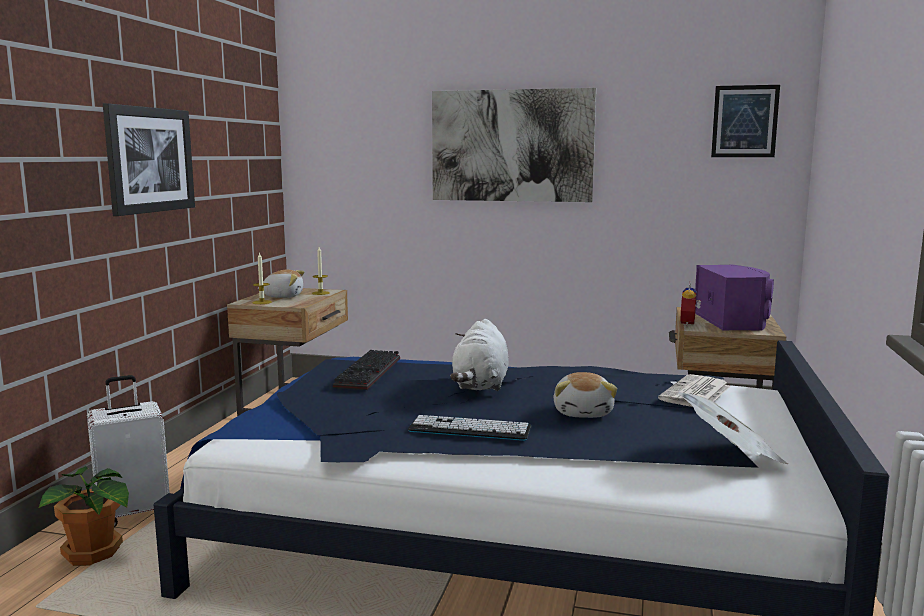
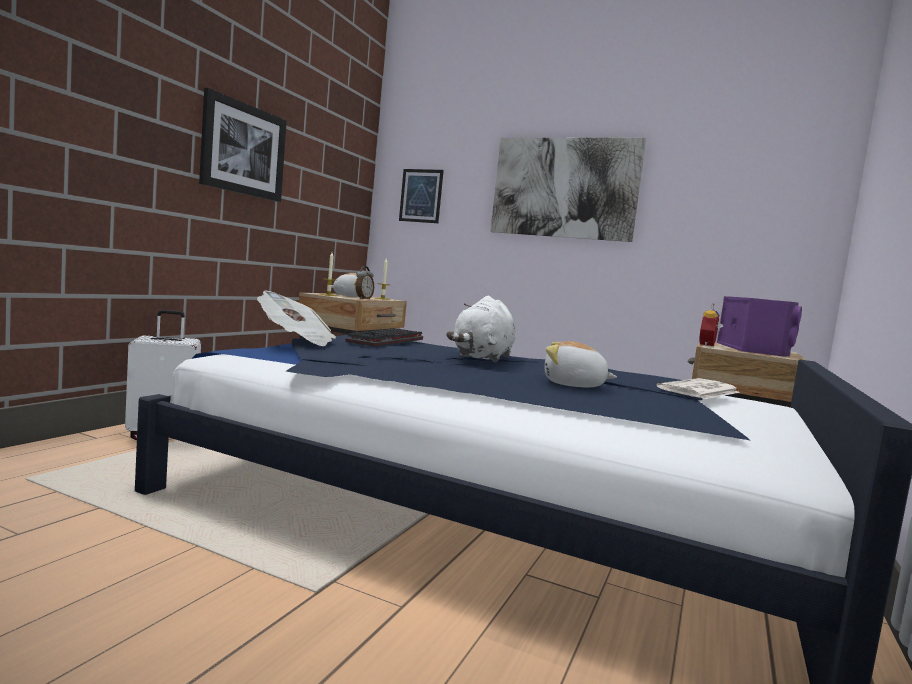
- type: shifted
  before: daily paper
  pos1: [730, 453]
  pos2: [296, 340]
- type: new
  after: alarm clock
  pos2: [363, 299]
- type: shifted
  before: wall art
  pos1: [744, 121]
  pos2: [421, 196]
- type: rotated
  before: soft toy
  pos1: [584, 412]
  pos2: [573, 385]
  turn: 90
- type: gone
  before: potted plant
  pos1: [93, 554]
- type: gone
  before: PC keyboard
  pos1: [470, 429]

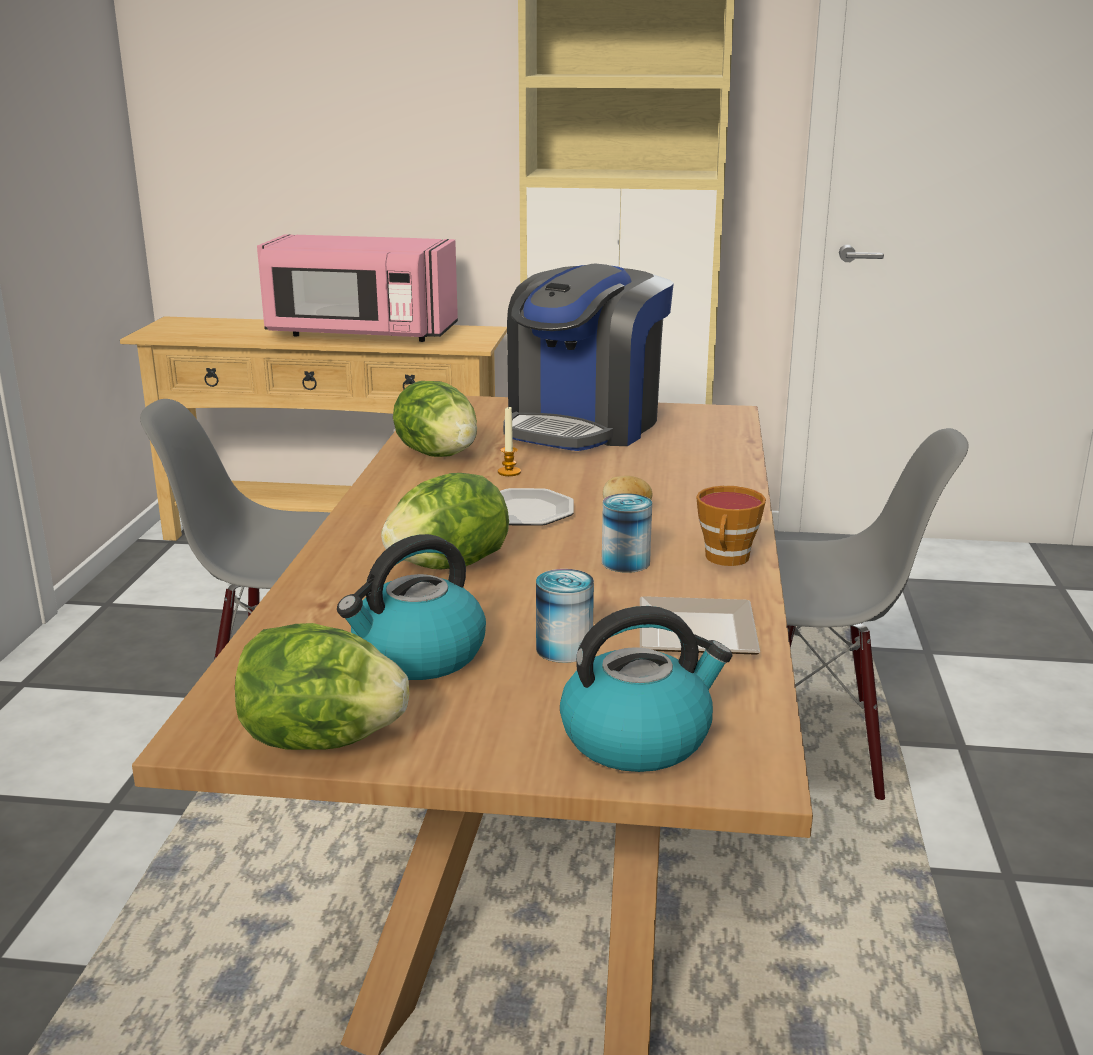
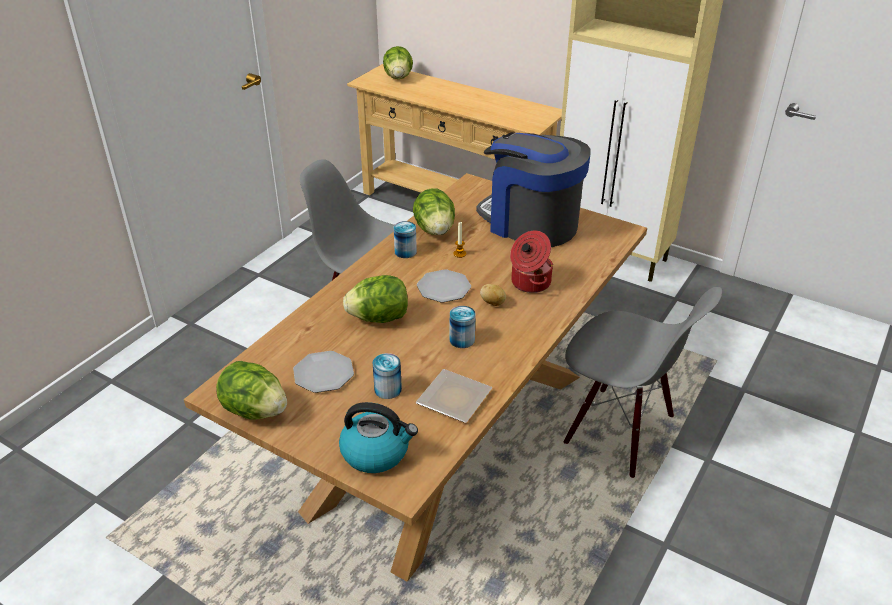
- type: swapped
  before: tea kettle
  after: plate
  pos1: [417, 656]
  pos2: [324, 374]
- type: new
  after: lettuce
  pos2: [398, 77]
- type: new
  after: metal can
  pos2: [405, 252]
- type: rotated
  before: coffee maker
  pos1: [584, 425]
  pos2: [530, 223]
  turn: 75
- type: new
  after: stockpot
  pos2: [529, 282]
- type: gone
  before: pink-coloured kitchen microwave
  pos1: [359, 334]
- type: gone
  before: drinking cup
  pos1: [727, 559]

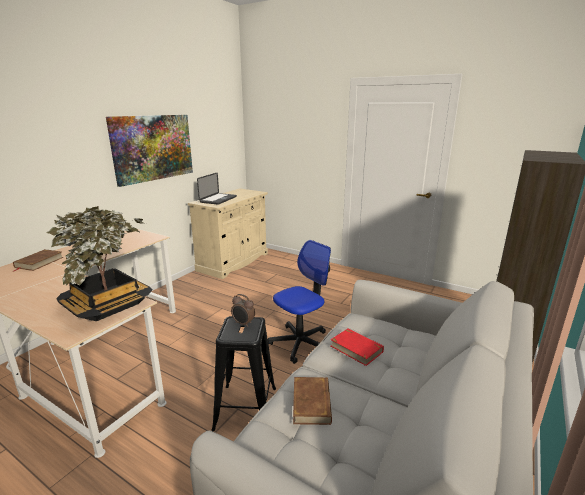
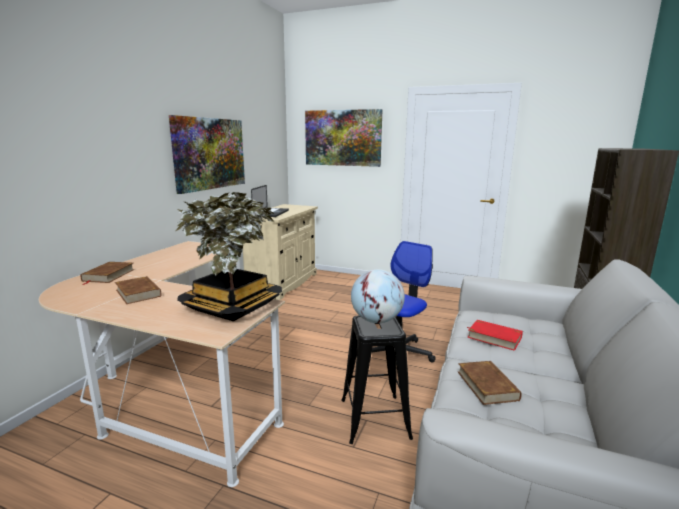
- type: new
  after: brown-coloured bound book
  pos2: [138, 293]
- type: new
  after: wall art
  pos2: [342, 138]
- type: swapped
  before: alarm clock
  after: world globe
  pos1: [243, 324]
  pos2: [376, 320]

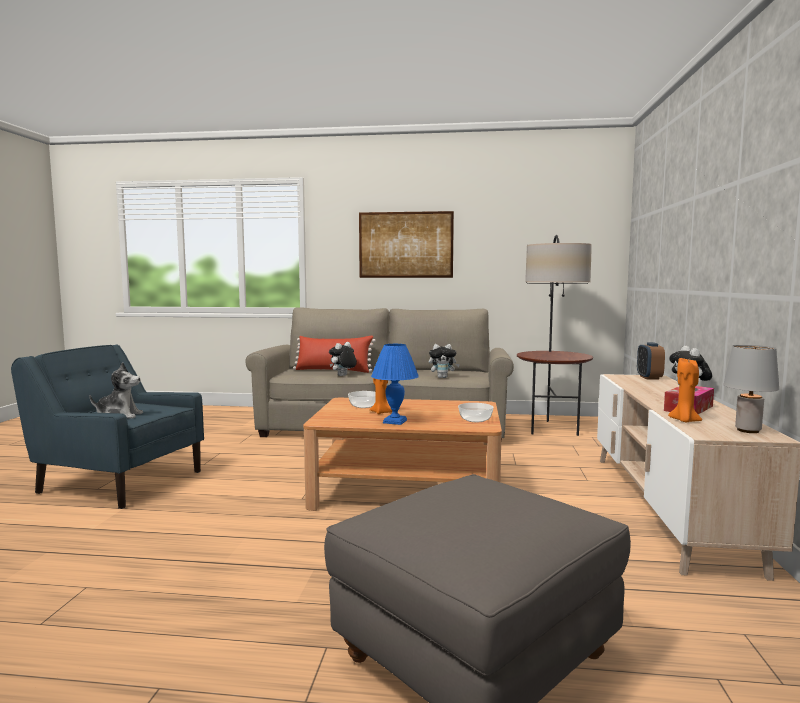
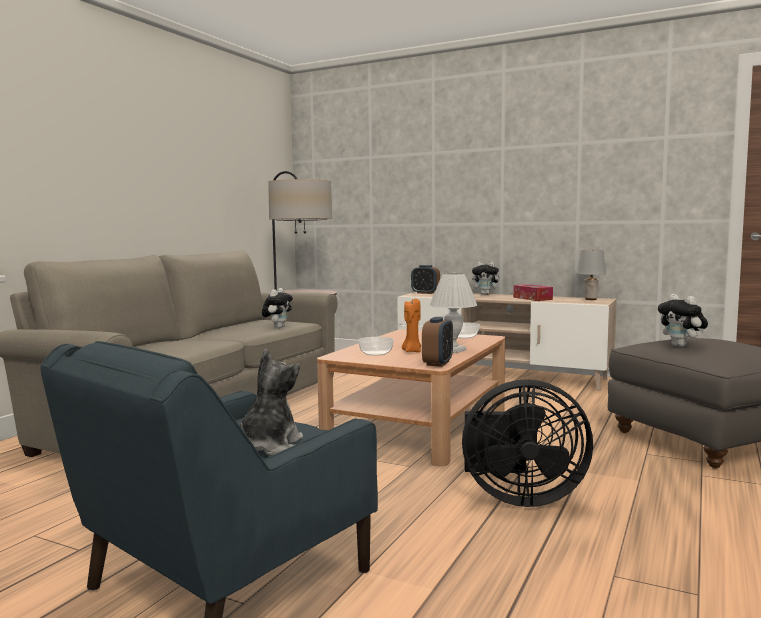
- type: new
  after: alarm clock
  pos2: [438, 363]
- type: repainted
  before: blue lamp for a table
  after: white-coloured lamp for a table
  pos1: [394, 421]
  pos2: [453, 350]
- type: new
  after: blackish cooling fan
  pos2: [518, 497]
- type: shifted
  before: soft toy
  pos1: [343, 376]
  pos2: [681, 346]
- type: gone
  before: reddish cushion
  pos1: [333, 370]
- type: gone
  before: wall art
  pos1: [405, 245]
- type: gone
  before: orange candle
  pos1: [684, 421]

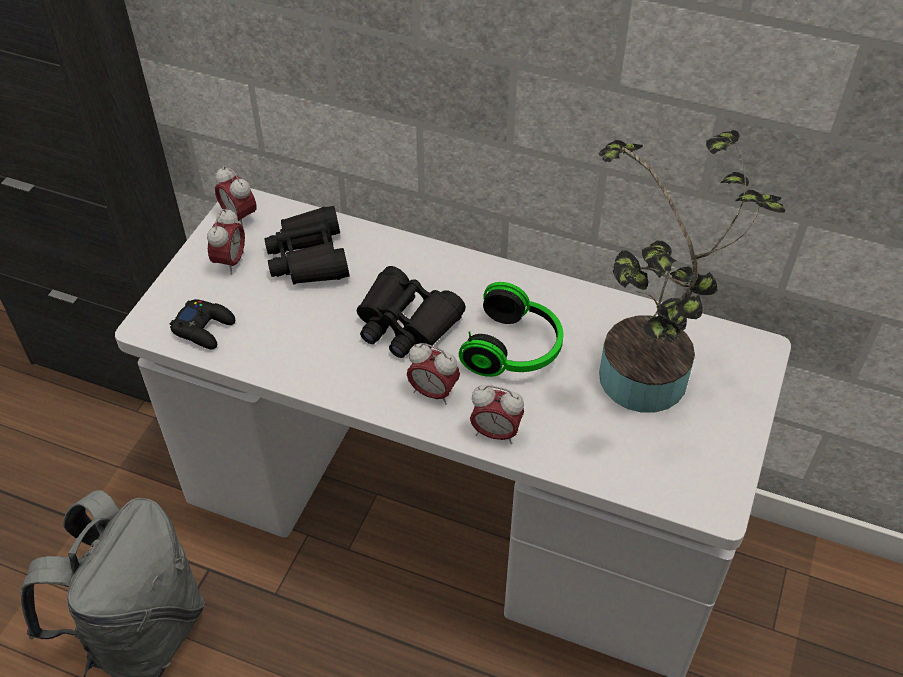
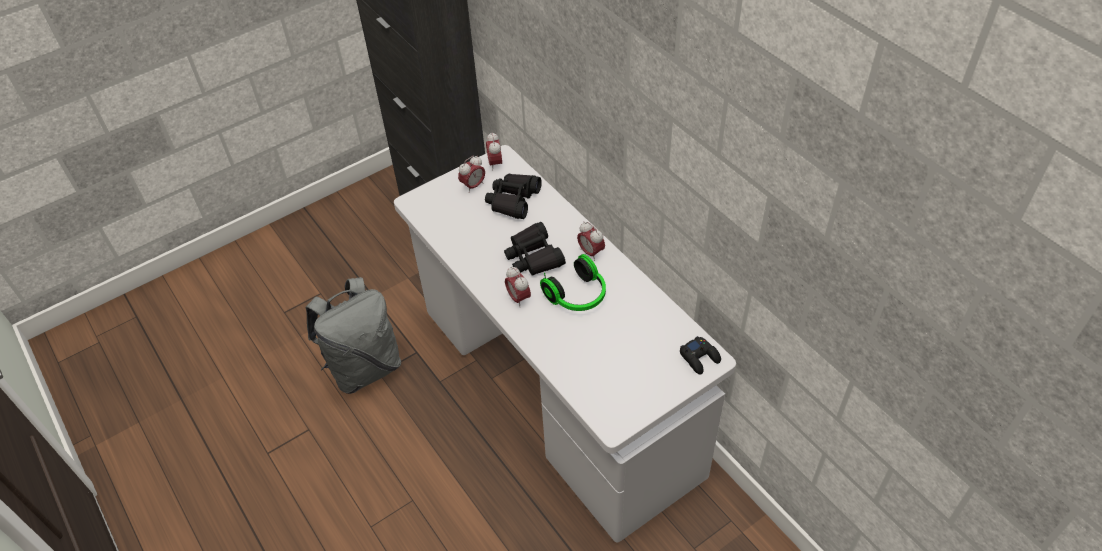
- type: shifted
  before: alarm clock
  pos1: [495, 433]
  pos2: [591, 252]
- type: shifted
  before: blackish gamepad
  pos1: [204, 328]
  pos2: [700, 358]
- type: gone
  before: potted plant
  pos1: [642, 386]

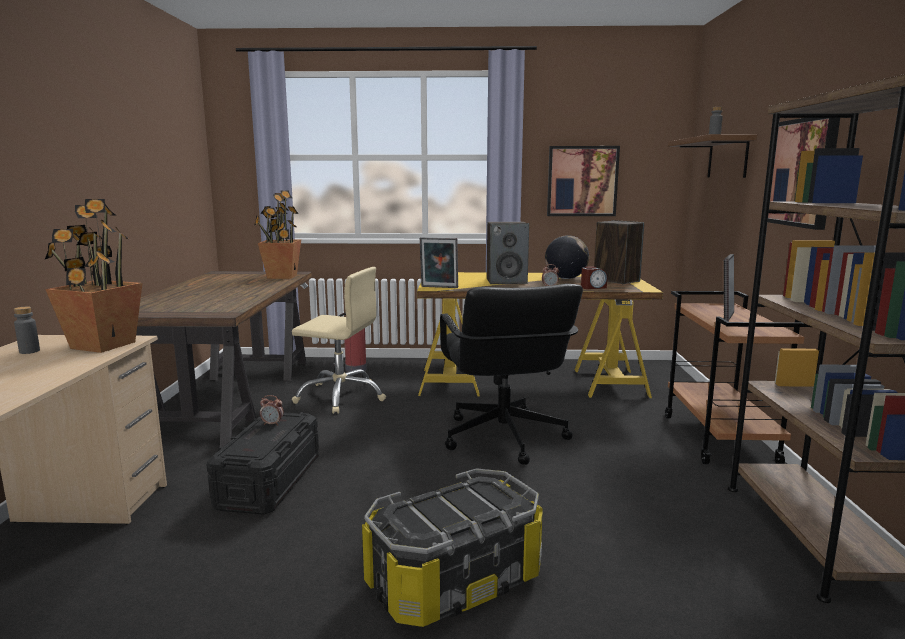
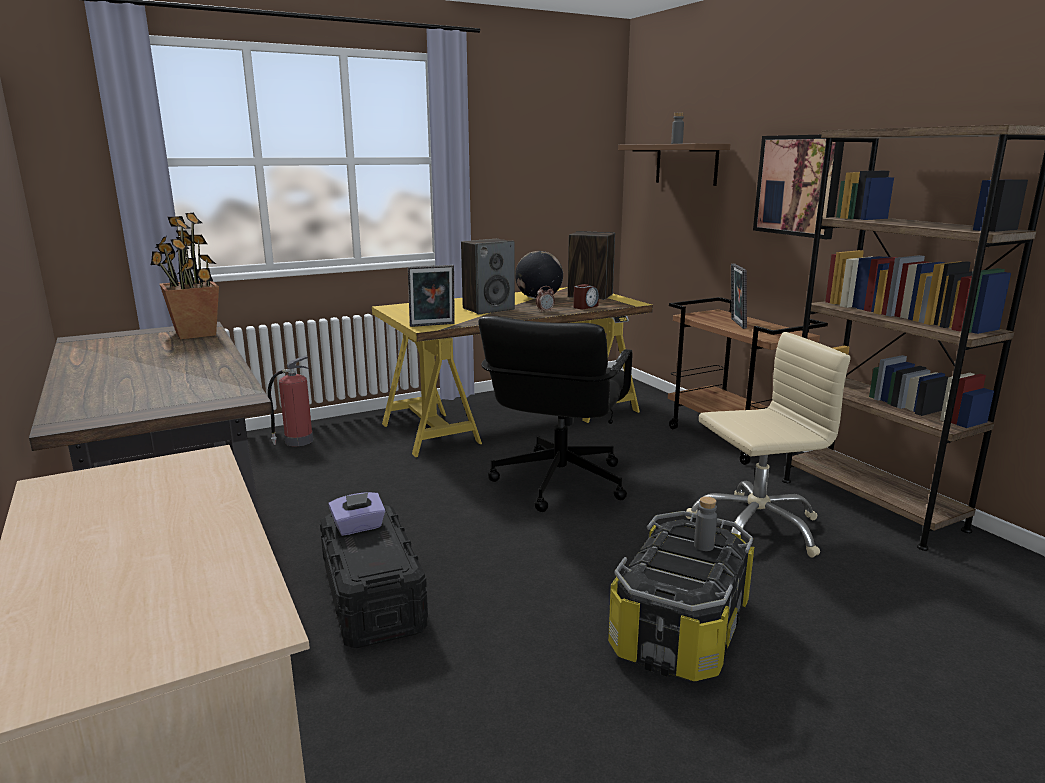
- type: swapped
  before: alarm clock
  after: purplish tissue box
  pos1: [272, 424]
  pos2: [358, 527]
- type: rotated
  before: blackish computer chair
  pos1: [503, 438]
  pos2: [558, 482]
  turn: 60
- type: shifted
  before: sand-coloured computer chair
  pos1: [341, 396]
  pos2: [755, 527]
- type: shifted
  before: grey bottle
  pos1: [29, 351]
  pos2: [704, 546]
- type: gone
  before: potted plant
  pos1: [102, 345]
- type: gone
  before: wall art
  pos1: [582, 181]

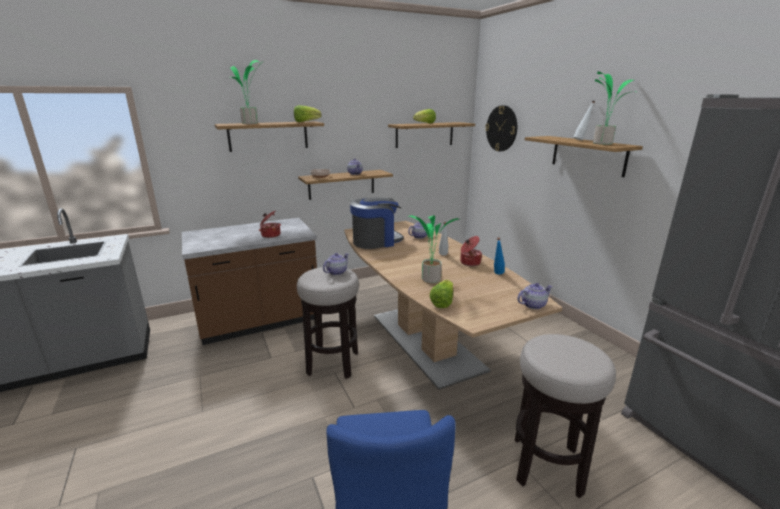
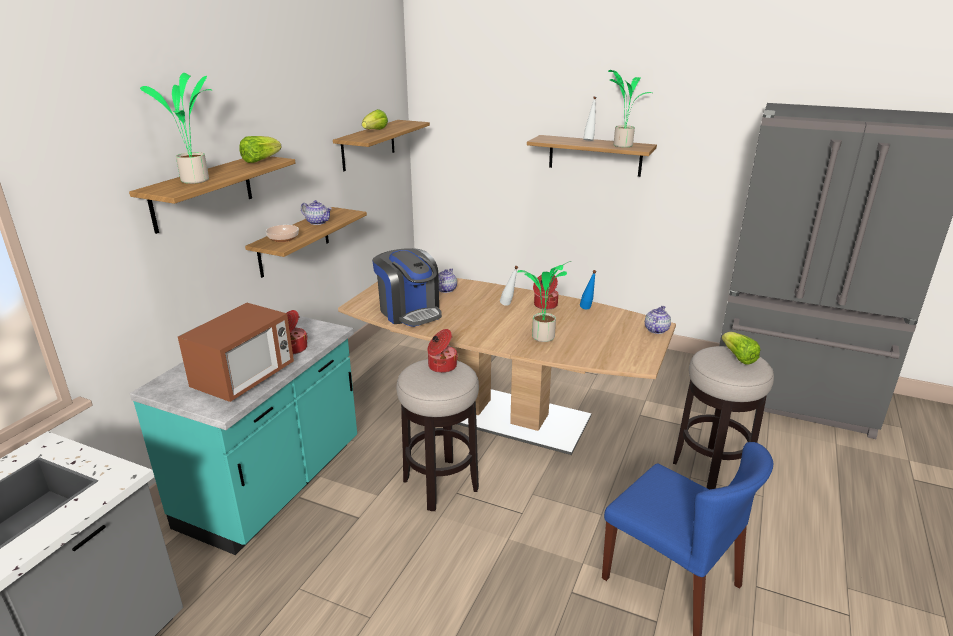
- type: repainted
  before: brown-coloured kitchen base unit
  after: blue-green kitchen base unit
  pos1: [260, 322]
  pos2: [274, 486]
- type: new
  after: kitchen microwave
  pos2: [244, 379]
- type: rotated
  before: coffee maker
  pos1: [376, 241]
  pos2: [409, 312]
  turn: 120
- type: swapped
  before: tea pot
  after: stockpot
  pos1: [336, 272]
  pos2: [441, 366]
- type: shifted
  before: lettuce
  pos1: [442, 302]
  pos2: [738, 357]
- type: gone
  before: clock on the wall
  pos1: [501, 128]

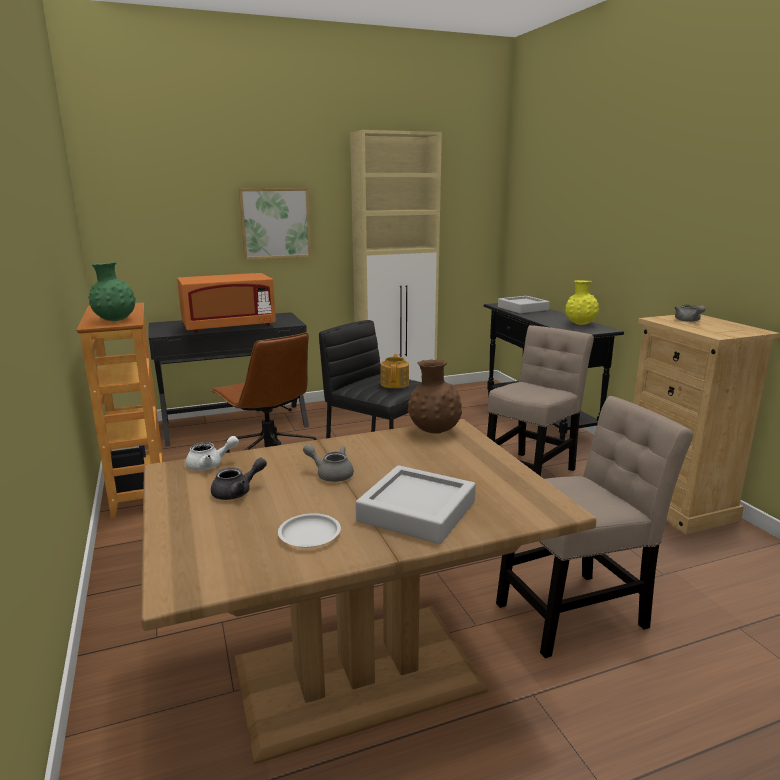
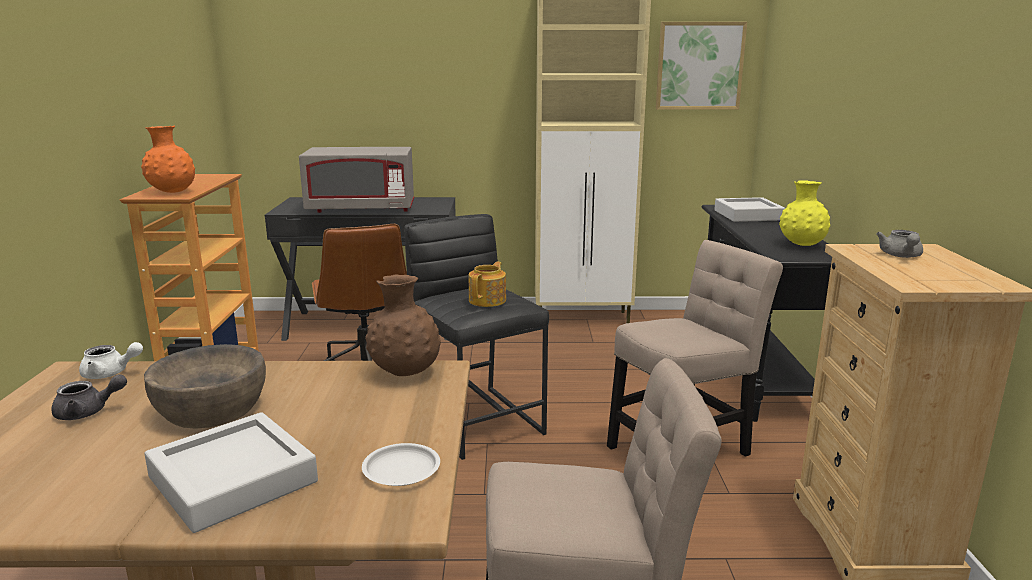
- type: repainted
  before: greenish decorative vase
  after: orange decorative vase
  pos1: [115, 320]
  pos2: [172, 192]
- type: swapped
  before: grey tea pot
  after: brown-coloured serving bowl
  pos1: [331, 474]
  pos2: [211, 409]
- type: repainted
  before: orange kitchen microwave
  after: grey kitchen microwave
  pos1: [229, 327]
  pos2: [361, 209]
- type: shifted
  before: white-coloured plate
  pos1: [309, 535]
  pos2: [400, 470]
- type: shifted
  before: wall art
  pos1: [275, 223]
  pos2: [699, 66]

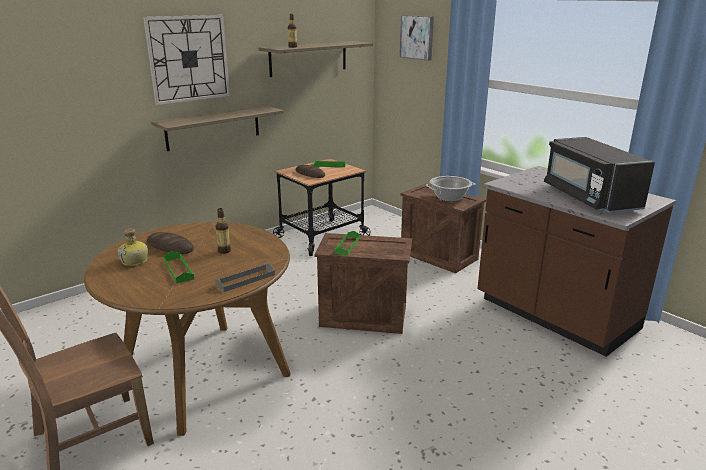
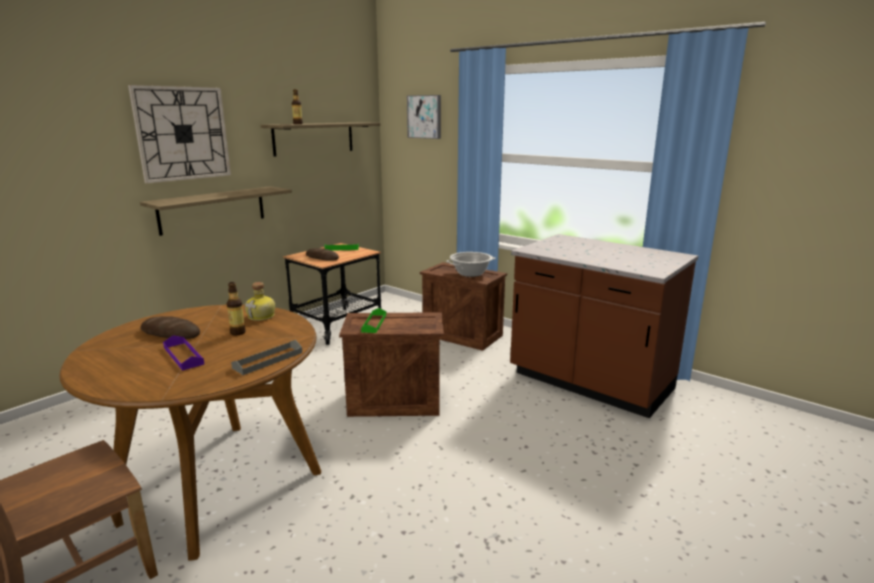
- type: repainted
  before: greenish carrying tray
  after: purplish carrying tray
  pos1: [178, 270]
  pos2: [183, 356]
- type: shifted
  before: bottle
  pos1: [135, 261]
  pos2: [262, 316]
- type: gone
  before: blackish kitchen microwave
  pos1: [589, 197]

